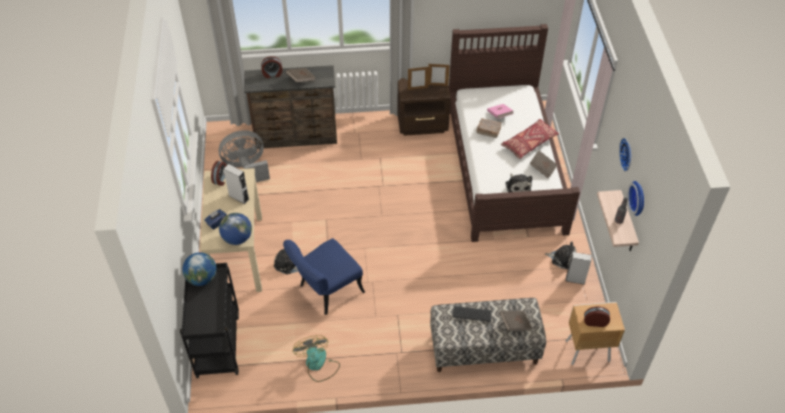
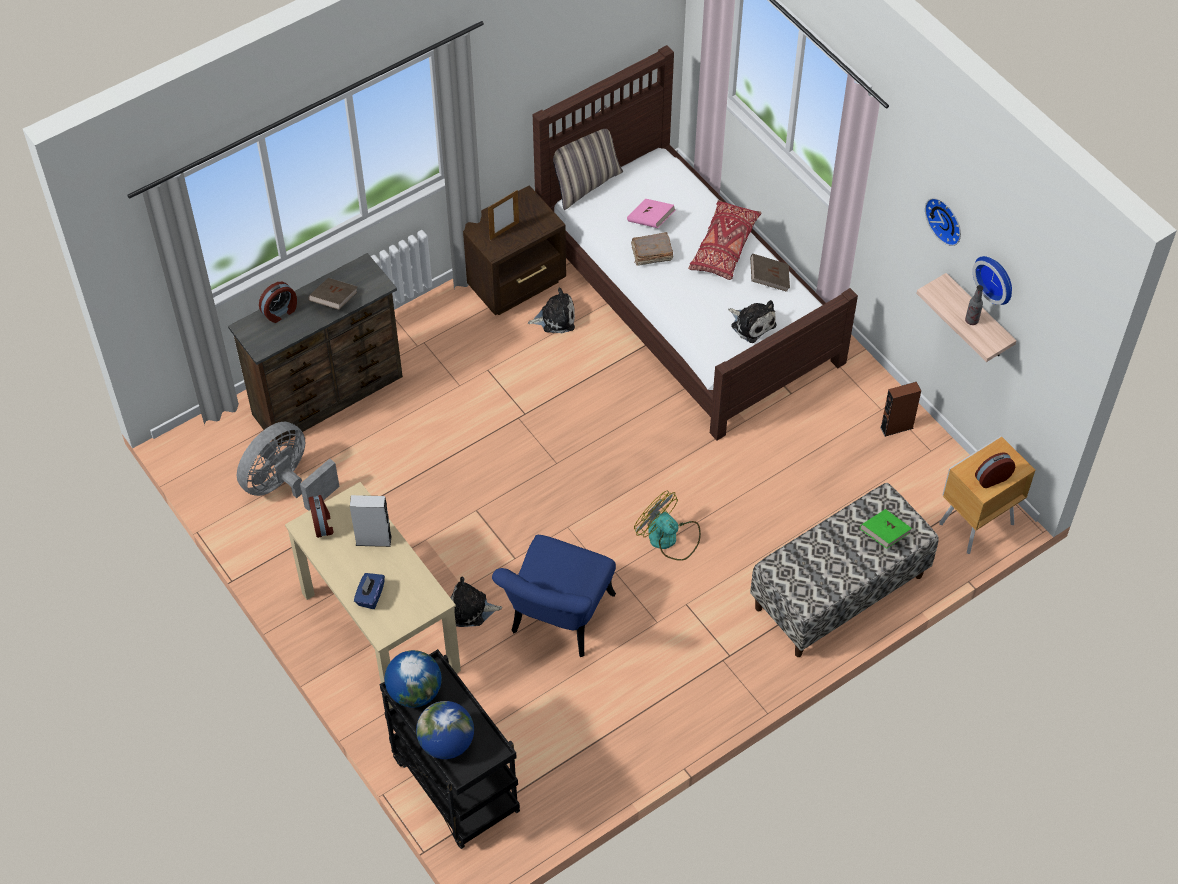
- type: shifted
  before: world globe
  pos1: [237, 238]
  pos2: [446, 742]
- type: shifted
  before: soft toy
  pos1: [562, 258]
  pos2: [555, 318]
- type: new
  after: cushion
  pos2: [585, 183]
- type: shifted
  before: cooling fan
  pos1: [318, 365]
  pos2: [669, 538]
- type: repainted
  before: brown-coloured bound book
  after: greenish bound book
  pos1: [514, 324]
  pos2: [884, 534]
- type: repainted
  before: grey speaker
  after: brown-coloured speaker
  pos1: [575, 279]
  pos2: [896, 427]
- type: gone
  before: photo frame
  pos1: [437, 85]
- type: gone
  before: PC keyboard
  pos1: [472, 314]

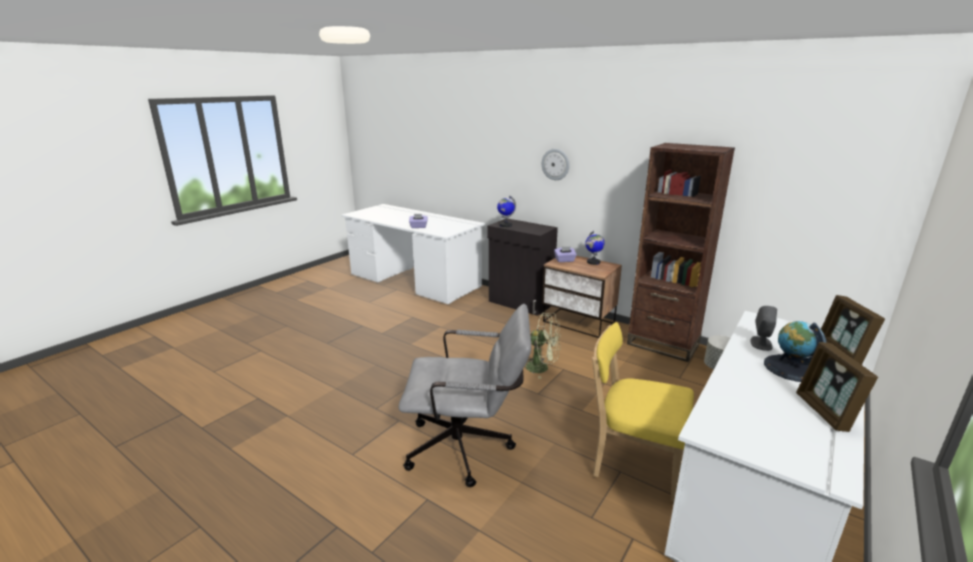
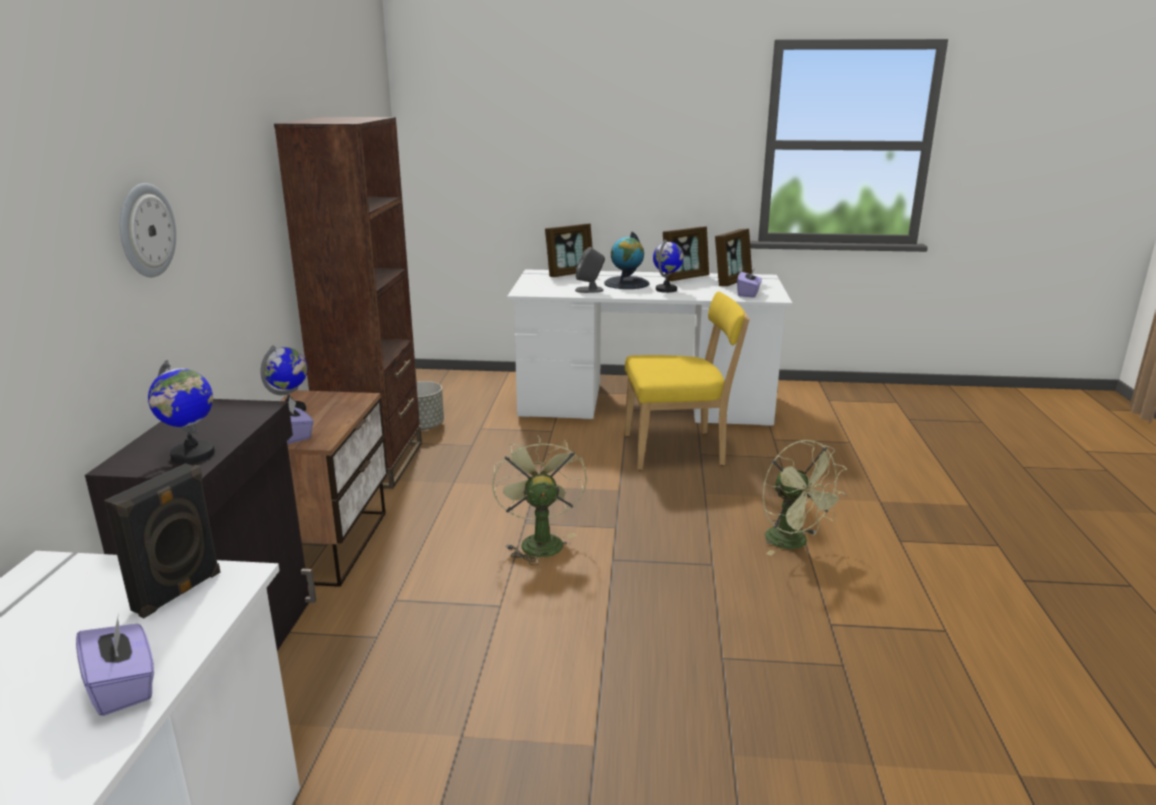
- type: new
  after: blackish speaker
  pos2: [179, 592]
- type: rotated
  before: yellow-coloured plain chair
  pos1: [633, 463]
  pos2: [679, 450]
  turn: -90
- type: new
  after: world globe
  pos2: [666, 289]
- type: new
  after: photo frame
  pos2: [732, 281]
- type: new
  after: purplish tissue box
  pos2: [748, 294]
- type: swapped
  before: grey computer chair
  after: greenish cooling fan
  pos1: [468, 448]
  pos2: [794, 543]

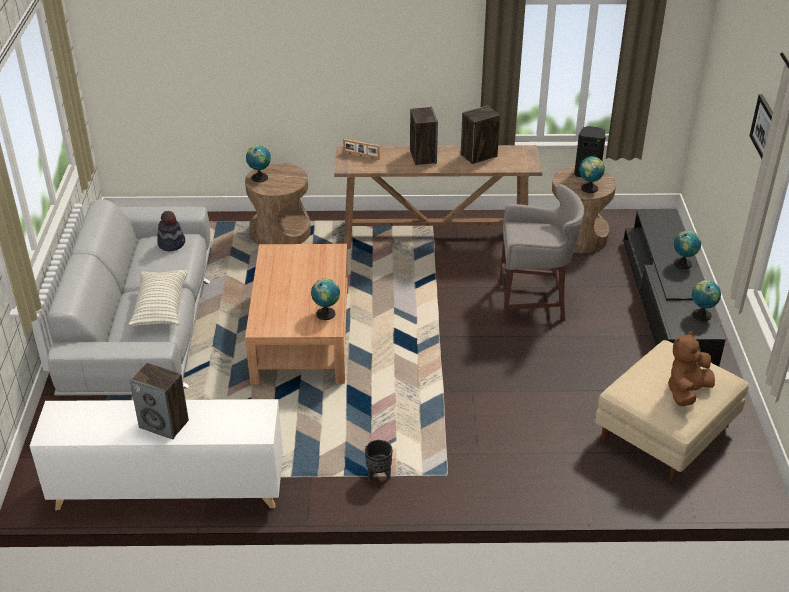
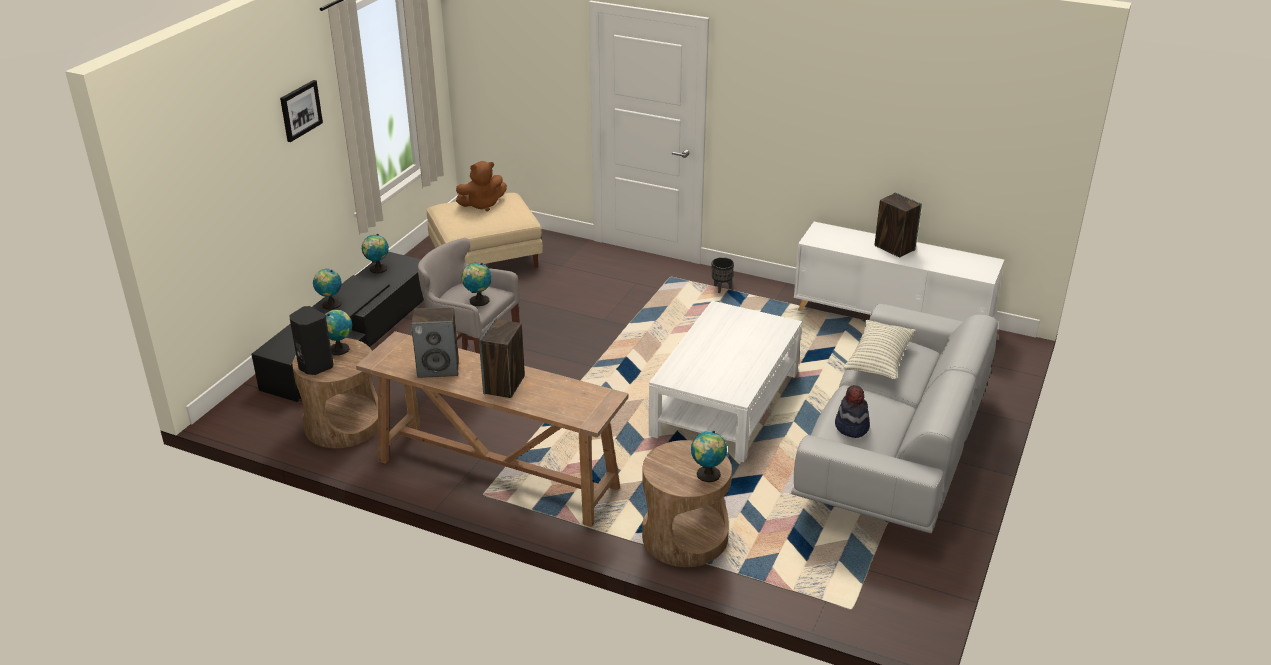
- type: shifted
  before: world globe
  pos1: [326, 313]
  pos2: [478, 301]
- type: repainted
  before: brown-coloured lounge table
  after: white-coloured lounge table
  pos1: [301, 334]
  pos2: [725, 404]
- type: gone
  before: photo frame
  pos1: [361, 156]

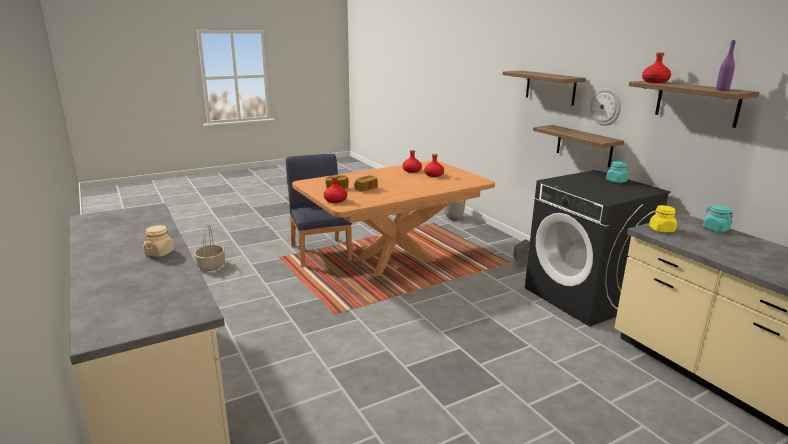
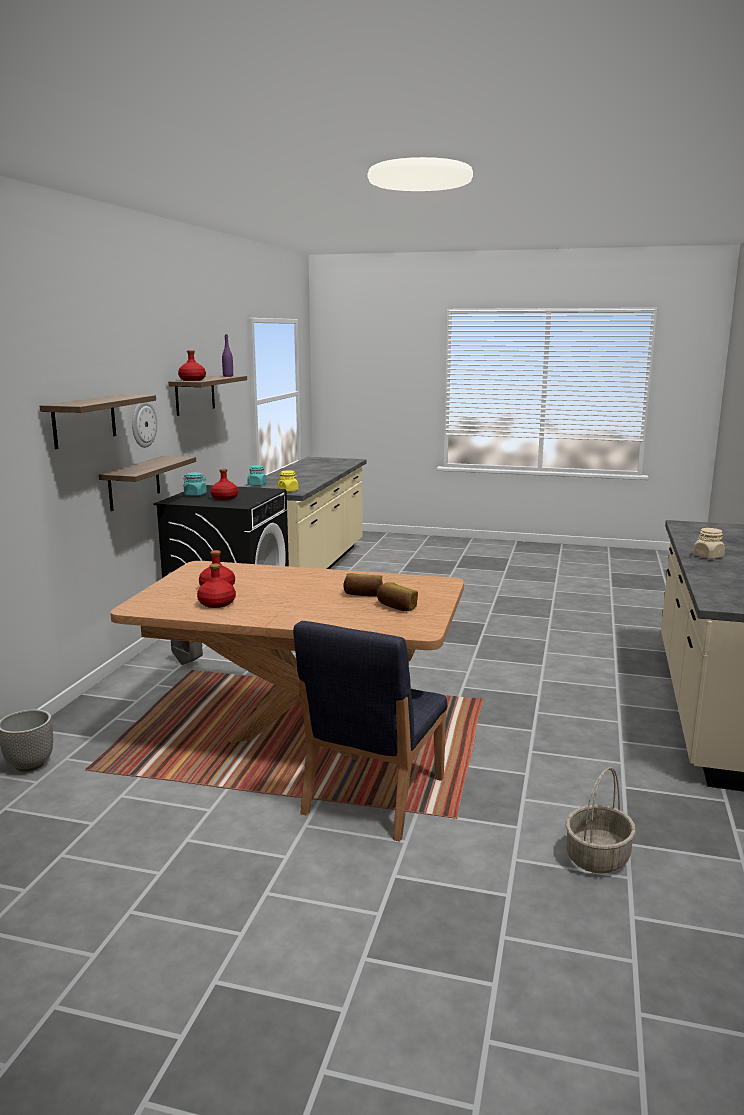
- type: shifted
  before: reddish bottle
  pos1: [335, 200]
  pos2: [225, 498]

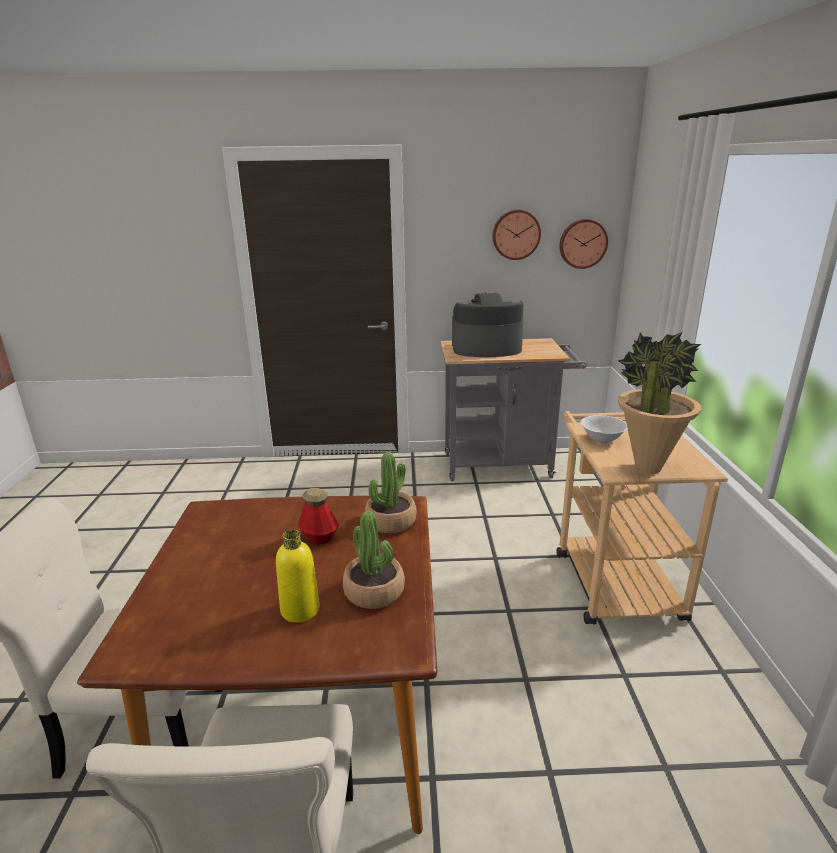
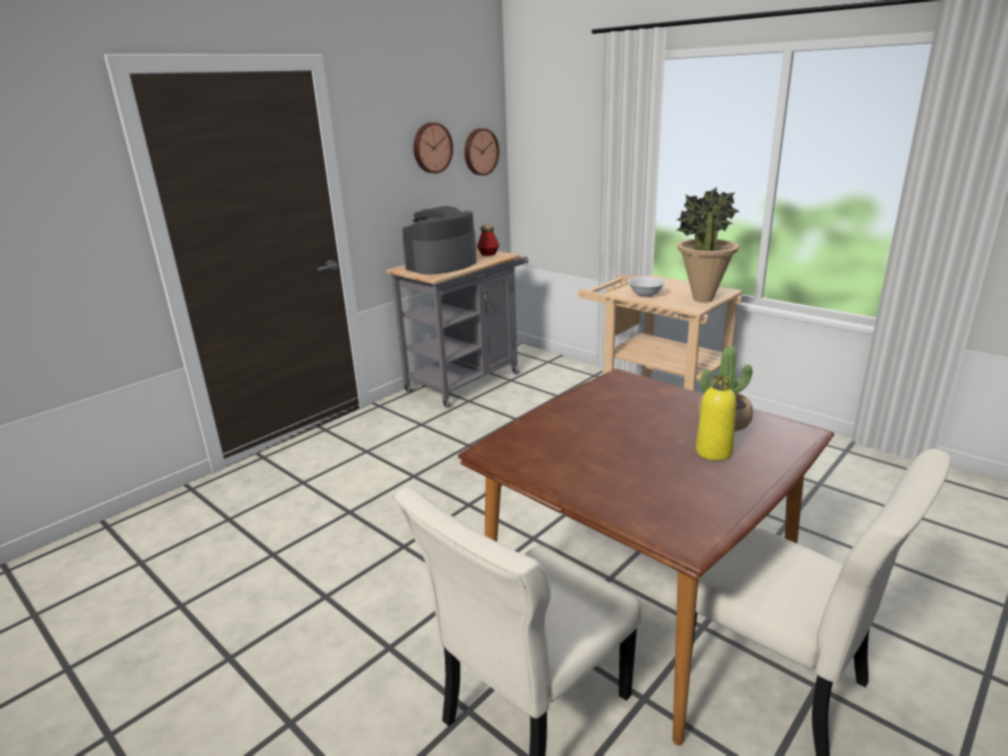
- type: shifted
  before: bottle
  pos1: [319, 537]
  pos2: [488, 254]
- type: gone
  before: potted plant
  pos1: [390, 521]

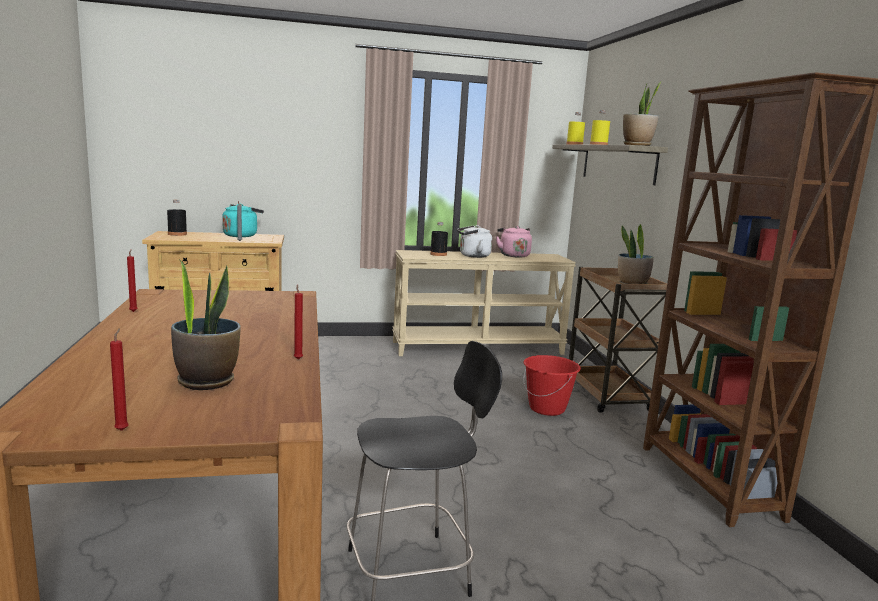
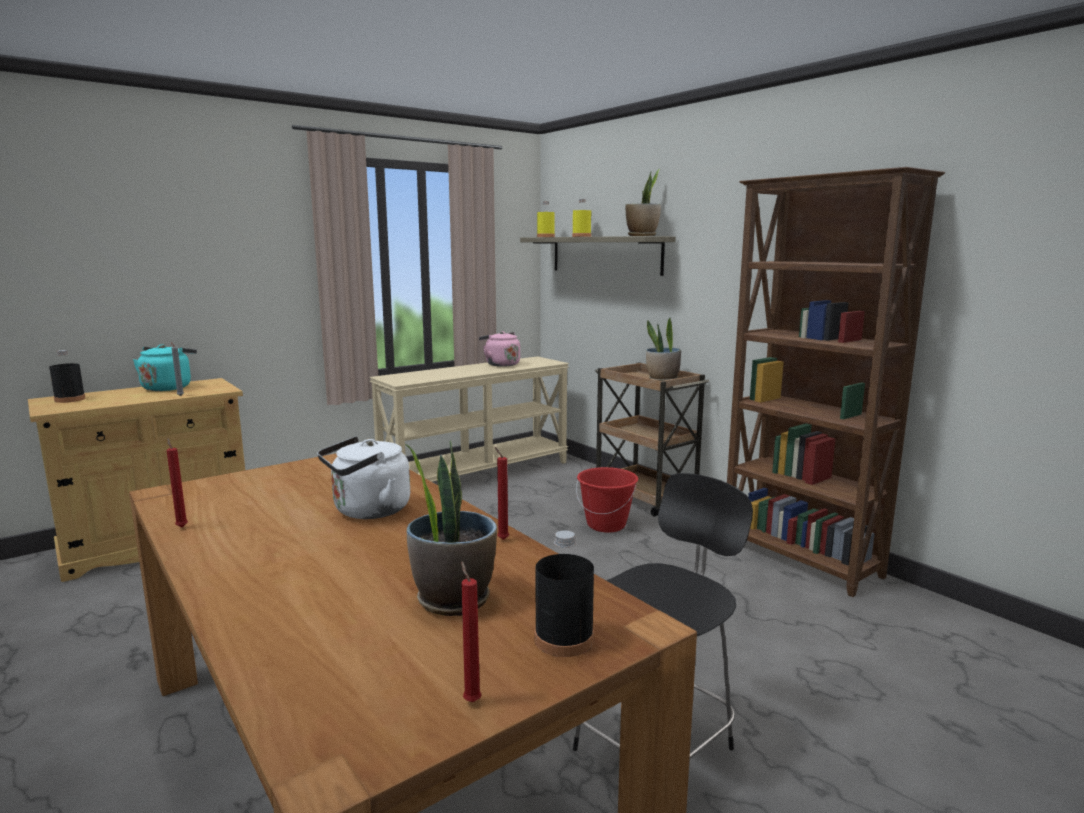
- type: shifted
  before: white-coloured tea kettle
  pos1: [472, 256]
  pos2: [367, 511]
- type: shifted
  before: blackish bottle
  pos1: [438, 254]
  pos2: [564, 639]

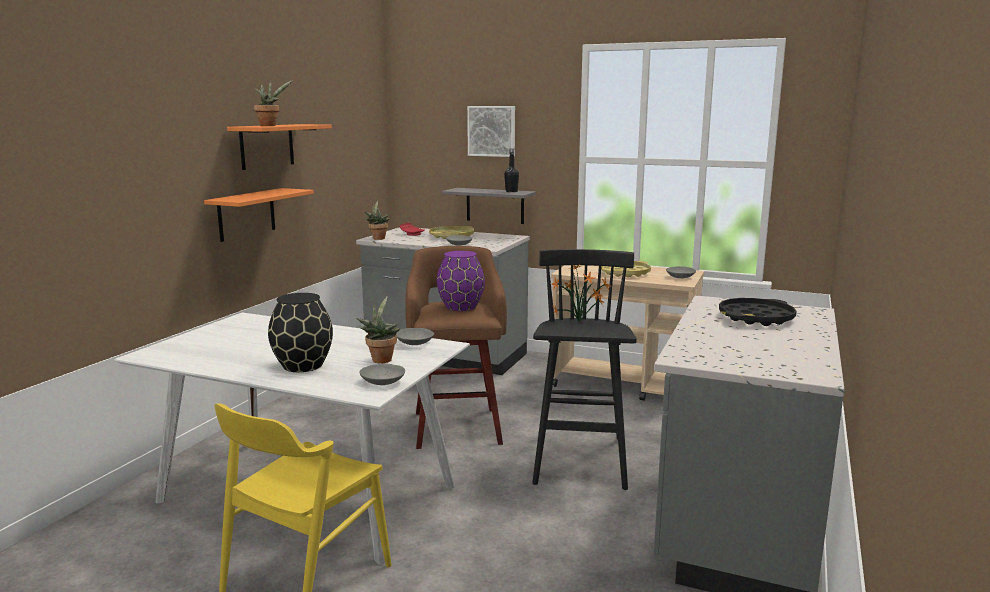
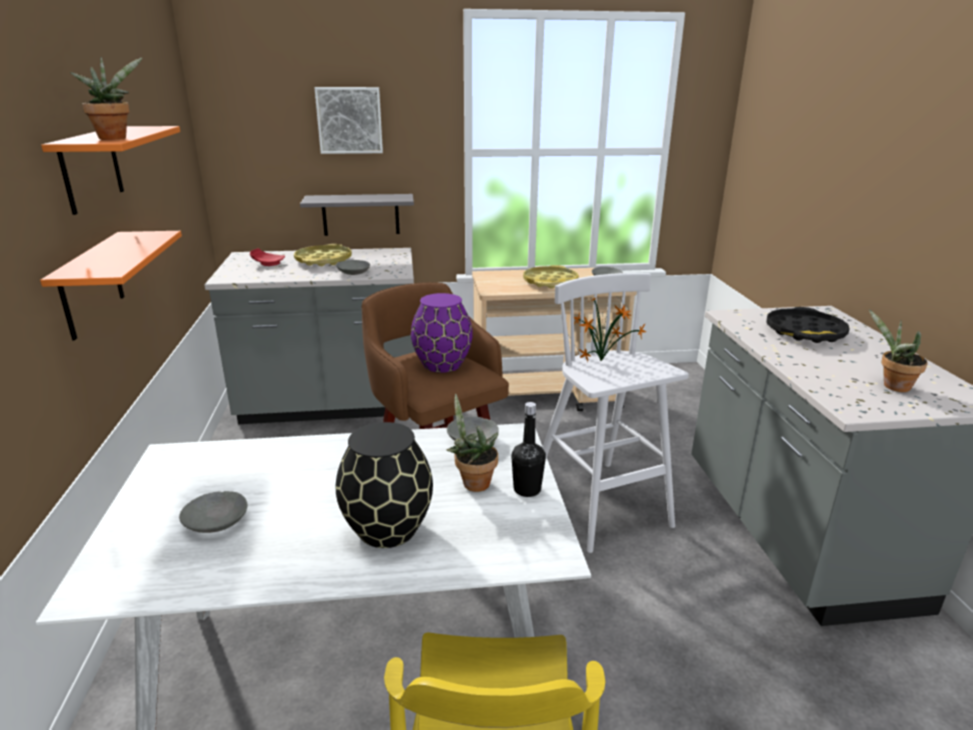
- type: shifted
  before: grey serving bowl
  pos1: [383, 382]
  pos2: [217, 522]
- type: shifted
  before: blackish bottle
  pos1: [511, 191]
  pos2: [527, 489]
- type: repainted
  before: blackish stool
  after: white-coloured stool
  pos1: [580, 461]
  pos2: [601, 506]
- type: shifted
  before: potted plant
  pos1: [378, 238]
  pos2: [892, 386]

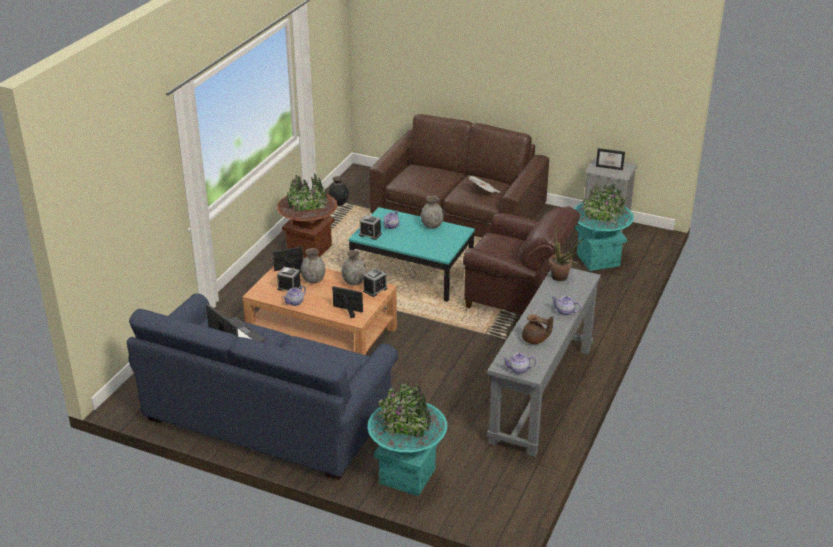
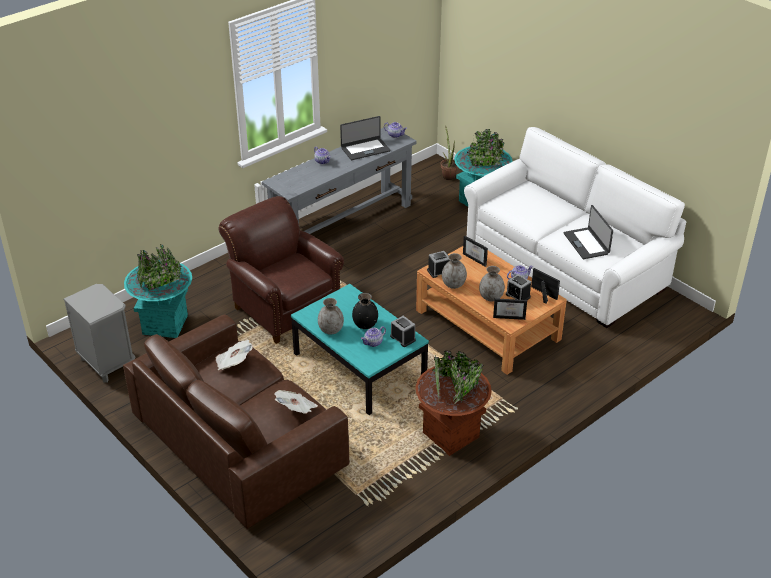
- type: new
  after: daily paper
  pos2: [296, 409]
- type: swapped
  before: brown-coloured tea pot
  after: portable computer
  pos1: [535, 340]
  pos2: [365, 149]
- type: shifted
  before: blackish decorative vase
  pos1: [338, 203]
  pos2: [365, 324]
- type: shifted
  before: potted plant
  pos1: [561, 278]
  pos2: [448, 175]
- type: repainted
  before: blue sofa
  after: white-coloured sofa
  pos1: [267, 416]
  pos2: [565, 266]
- type: shifted
  before: photo frame
  pos1: [610, 167]
  pos2: [541, 294]

